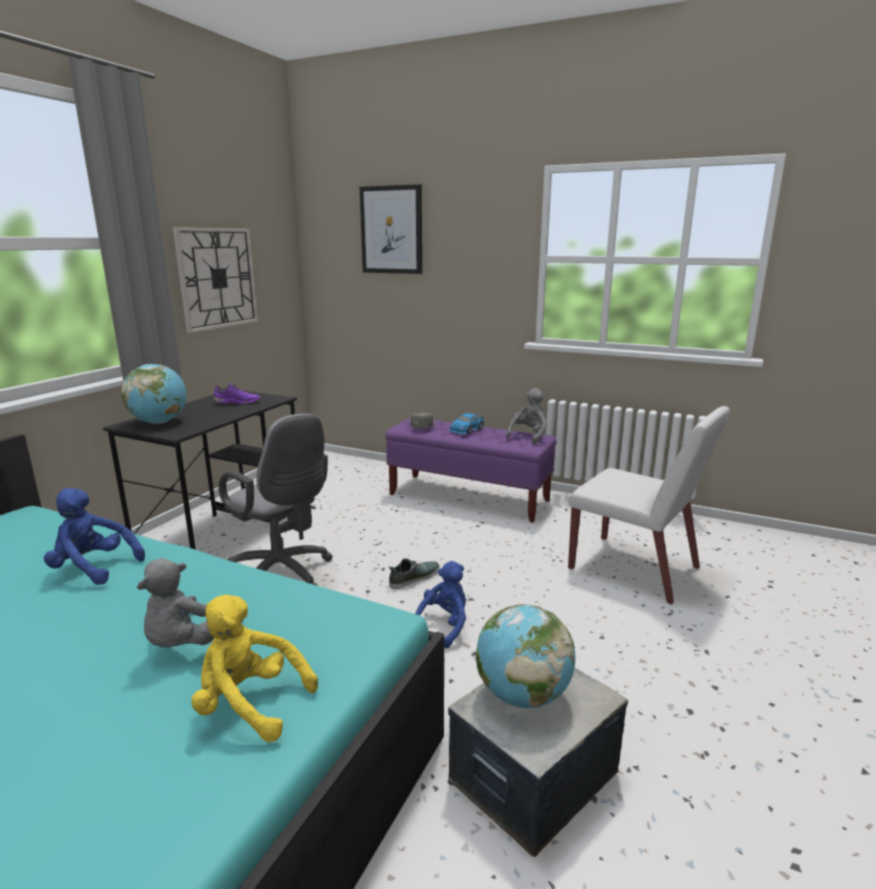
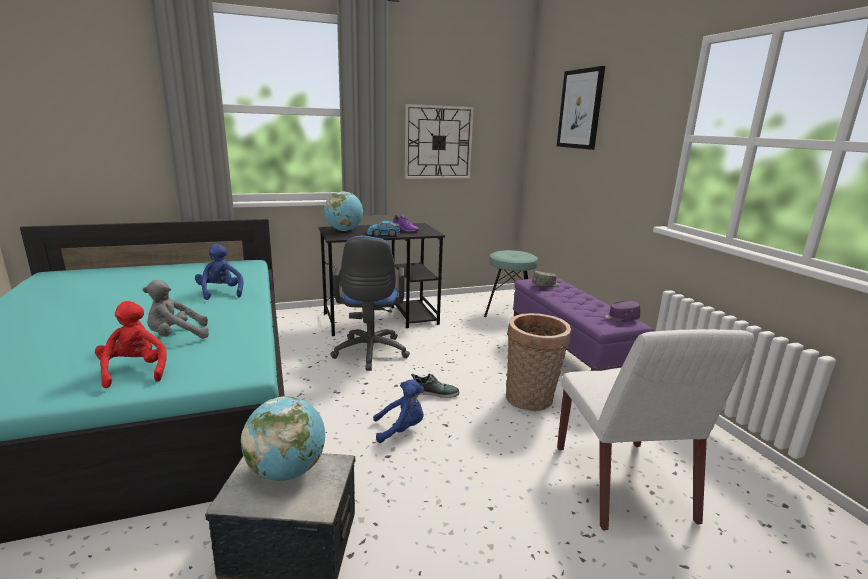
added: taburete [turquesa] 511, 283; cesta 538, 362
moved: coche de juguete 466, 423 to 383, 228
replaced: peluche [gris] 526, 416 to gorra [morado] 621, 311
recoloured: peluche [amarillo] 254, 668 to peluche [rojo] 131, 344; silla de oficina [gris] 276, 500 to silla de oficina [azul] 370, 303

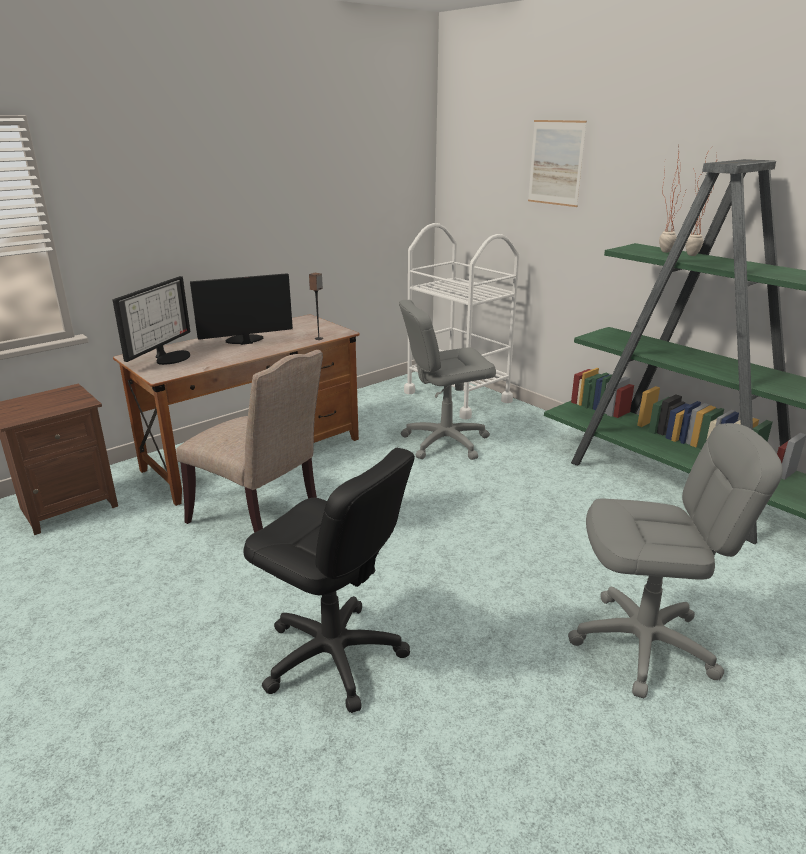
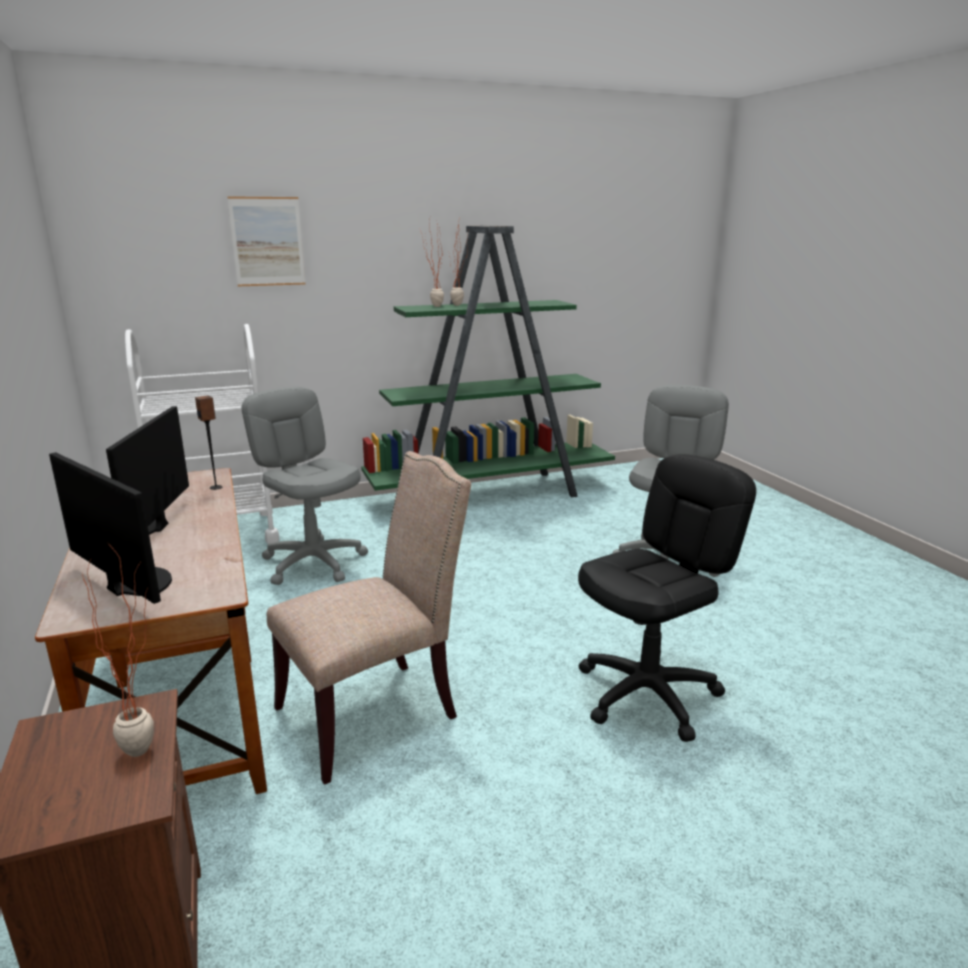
added: planta en maceta 118, 649
turned: silla de oficina [gris] 447, 380 = 305, 486 135 degrees clockwise

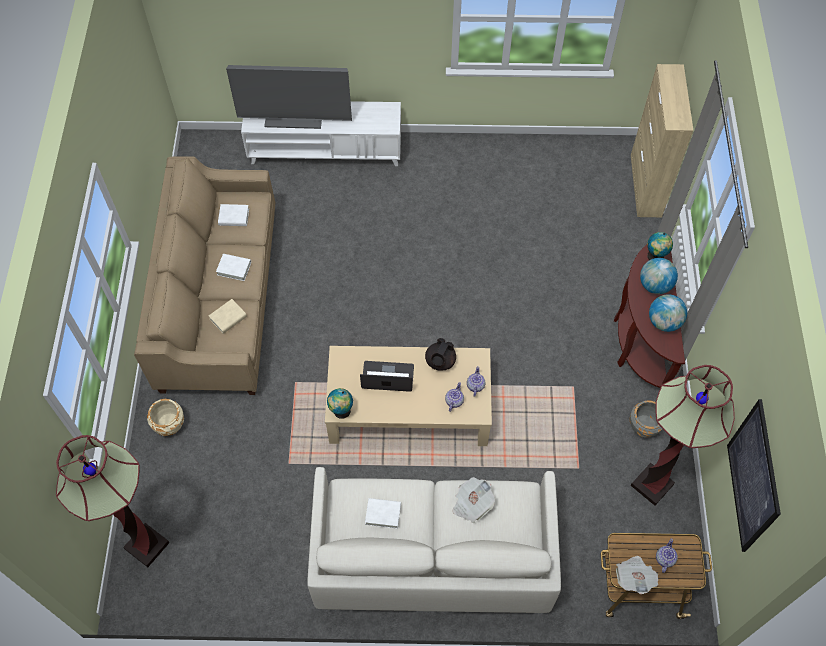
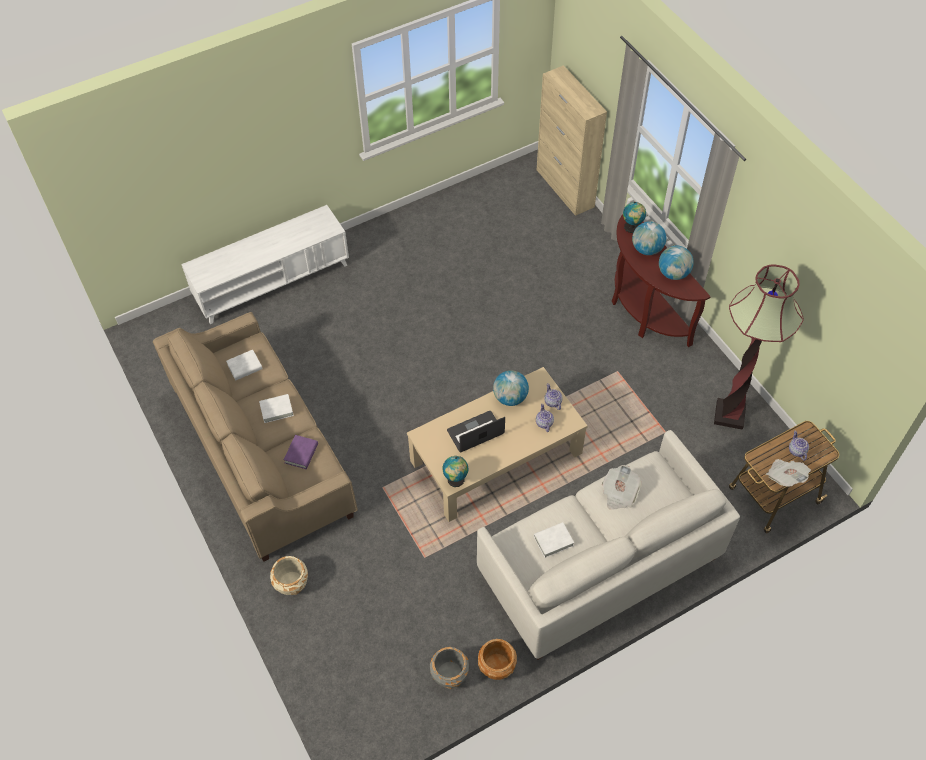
removed: lámpara de pie 113, 501; televisor 289, 97; cuadro 754, 475
added: maceta [marrón] 497, 659
moved: maceta [gris] 646, 419 to 449, 668
replaced: tetera [negro] 440, 354 to globo terráqueo 511, 388
recoloured: libro [beis] 228, 316 to libro [morado] 301, 452

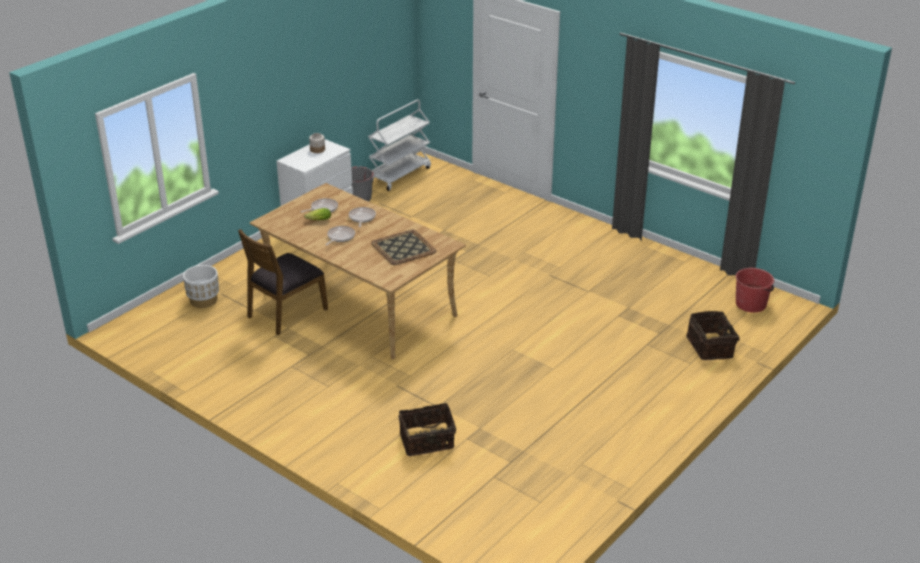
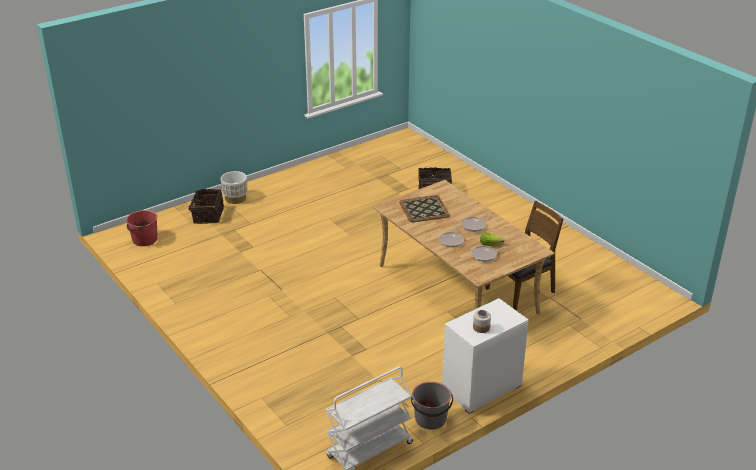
moved: maceta [blanco] 201, 286 to 234, 187

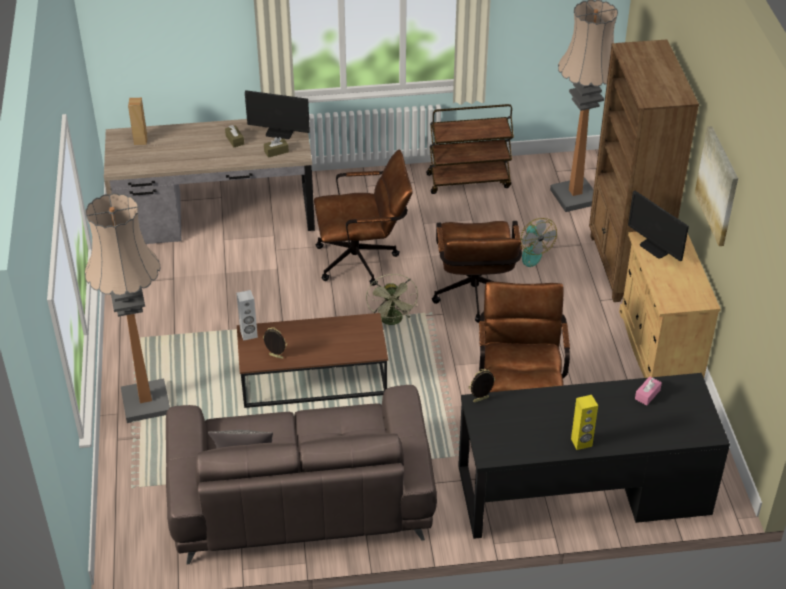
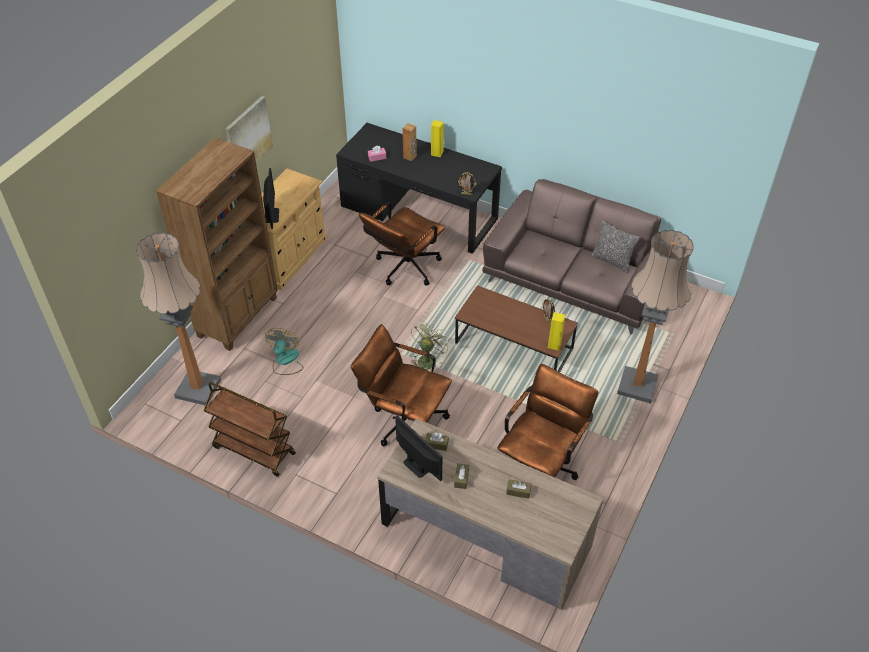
added: caja de pañuelos [marrón] 518, 489
moved: altavoz [marrón] 138, 121 to 409, 142; silla de oficina [marrón] 477, 272 to 548, 422
recoloured: altavoz [blanco] 247, 315 to altavoz [amarillo] 556, 331

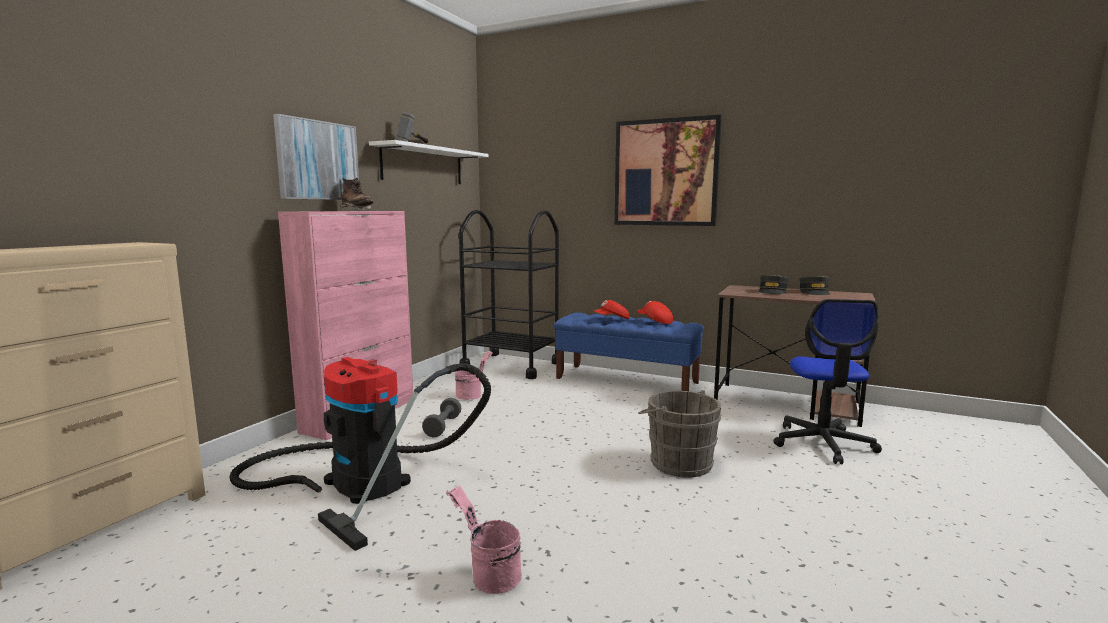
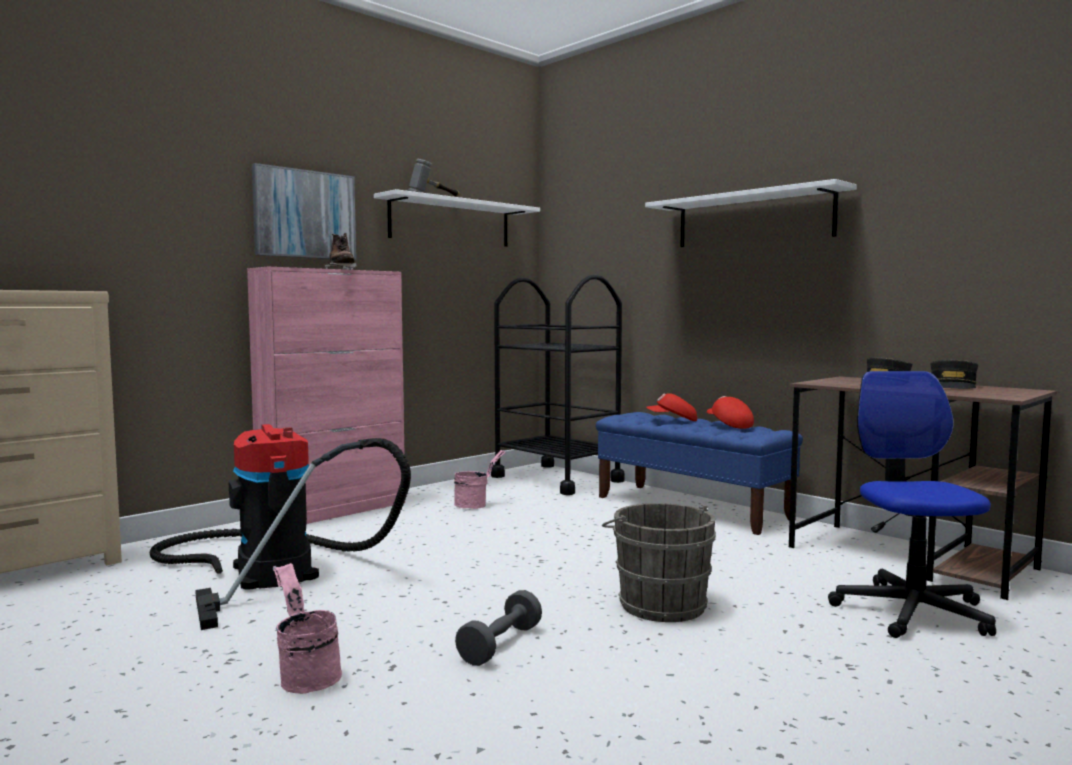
moved: mancuerna [gris] 441, 418 to 498, 628
replaced: cuadro 668, 170 to estante [blanco] 751, 213
turned: silla de oficina 827, 381 = 912, 504 150 degrees clockwise

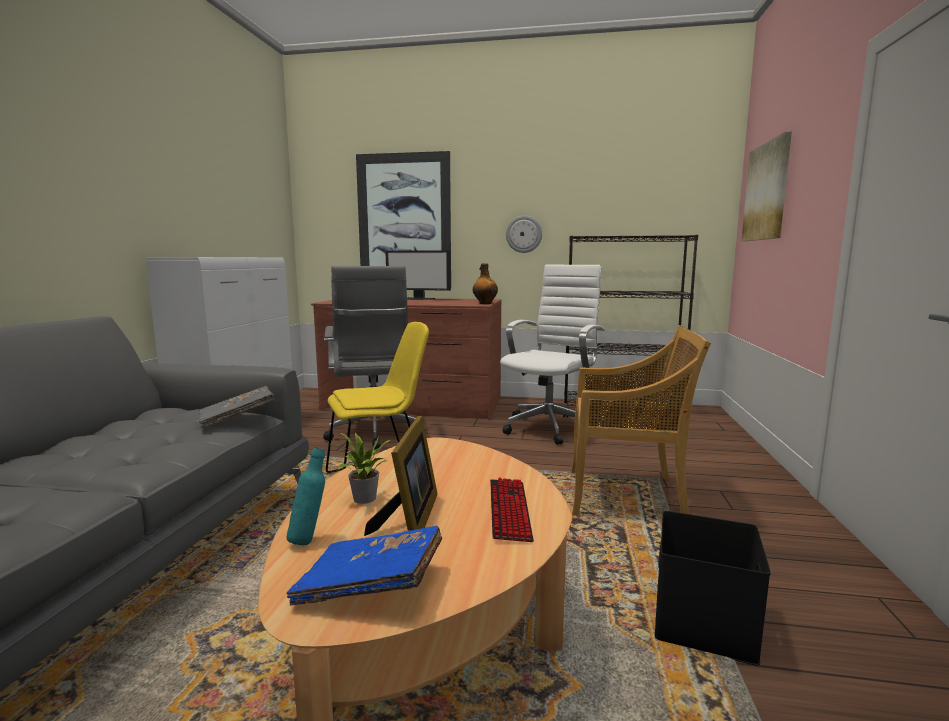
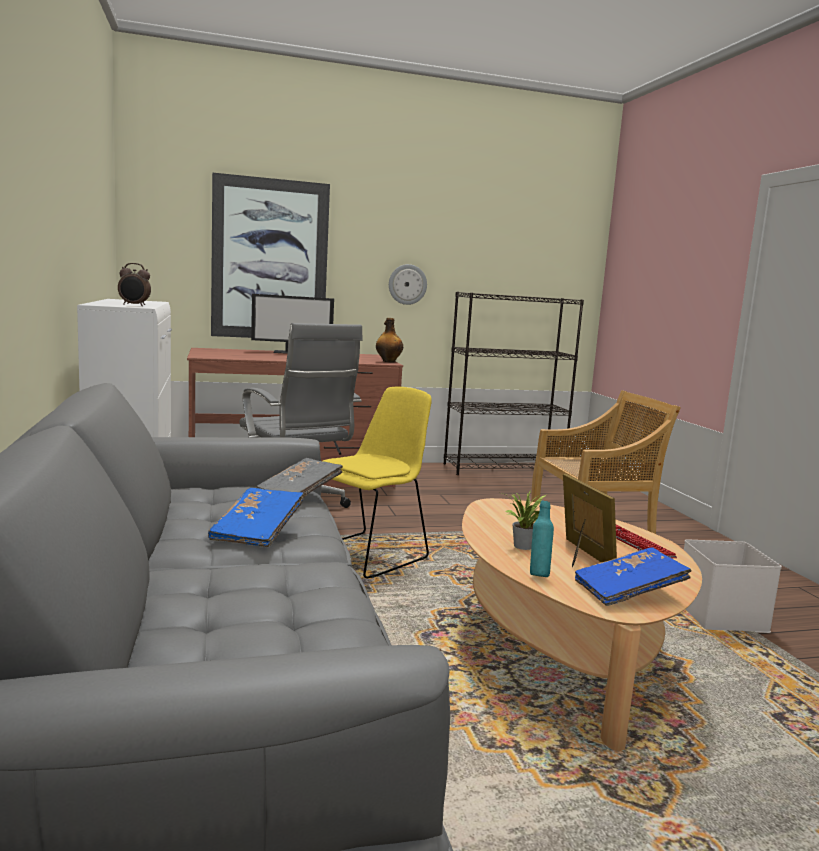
removed: silla de oficina [blanco] 552, 355; cuadro 766, 186
added: despertador 134, 284; libro [azul] 256, 517
recoloured: caja de almacenaje [negro] 713, 588 to caja de almacenaje [blanco] 733, 586

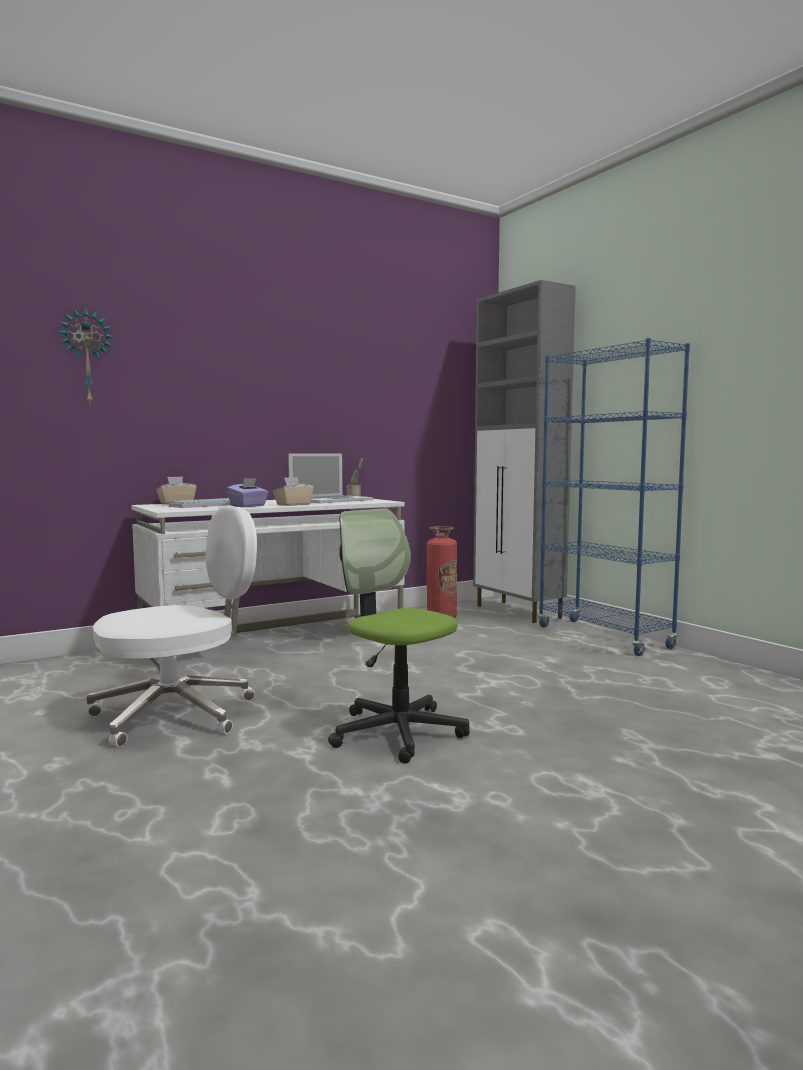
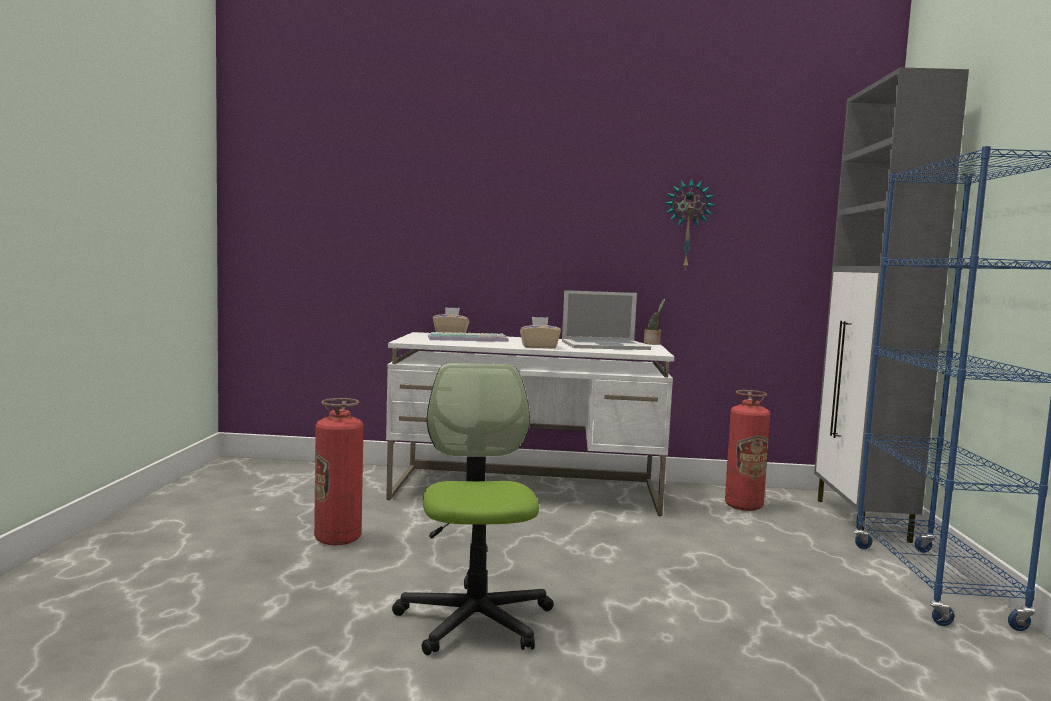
removed: caja de pañuelos [morado] 248, 492
moved: reloj de pared 85, 355 to 689, 224
replaced: silla de oficina [blanco] 171, 626 to extintor 339, 471

